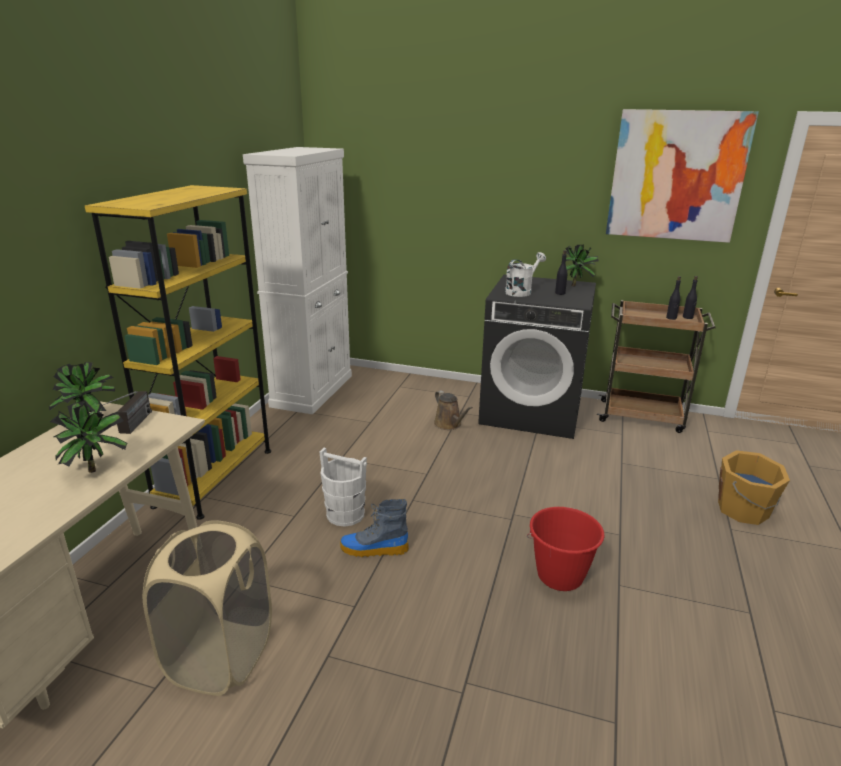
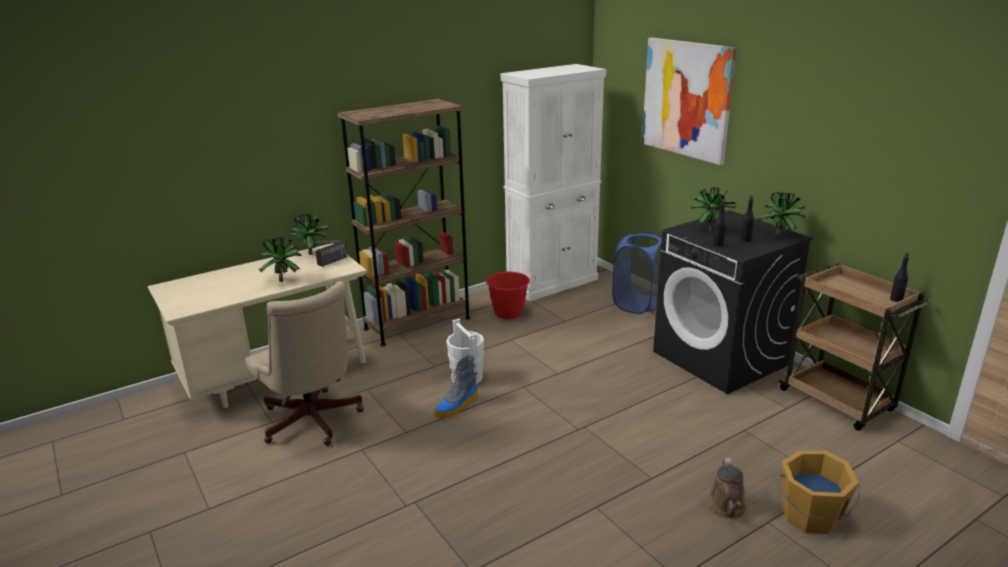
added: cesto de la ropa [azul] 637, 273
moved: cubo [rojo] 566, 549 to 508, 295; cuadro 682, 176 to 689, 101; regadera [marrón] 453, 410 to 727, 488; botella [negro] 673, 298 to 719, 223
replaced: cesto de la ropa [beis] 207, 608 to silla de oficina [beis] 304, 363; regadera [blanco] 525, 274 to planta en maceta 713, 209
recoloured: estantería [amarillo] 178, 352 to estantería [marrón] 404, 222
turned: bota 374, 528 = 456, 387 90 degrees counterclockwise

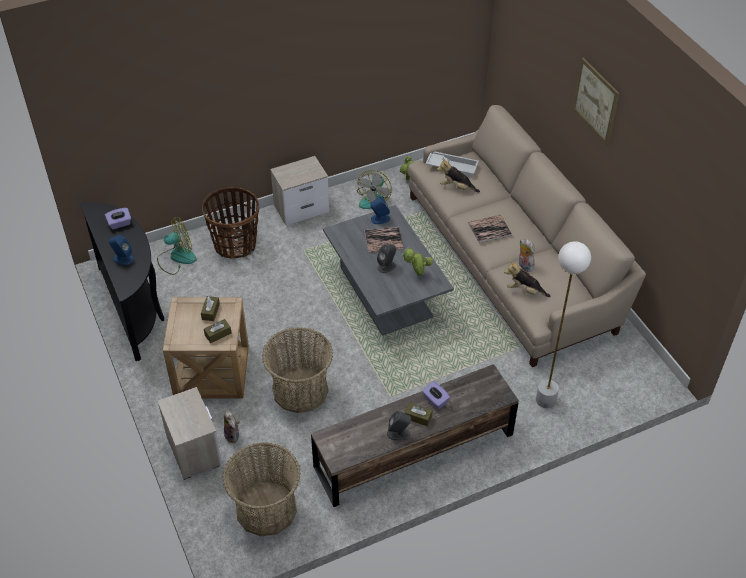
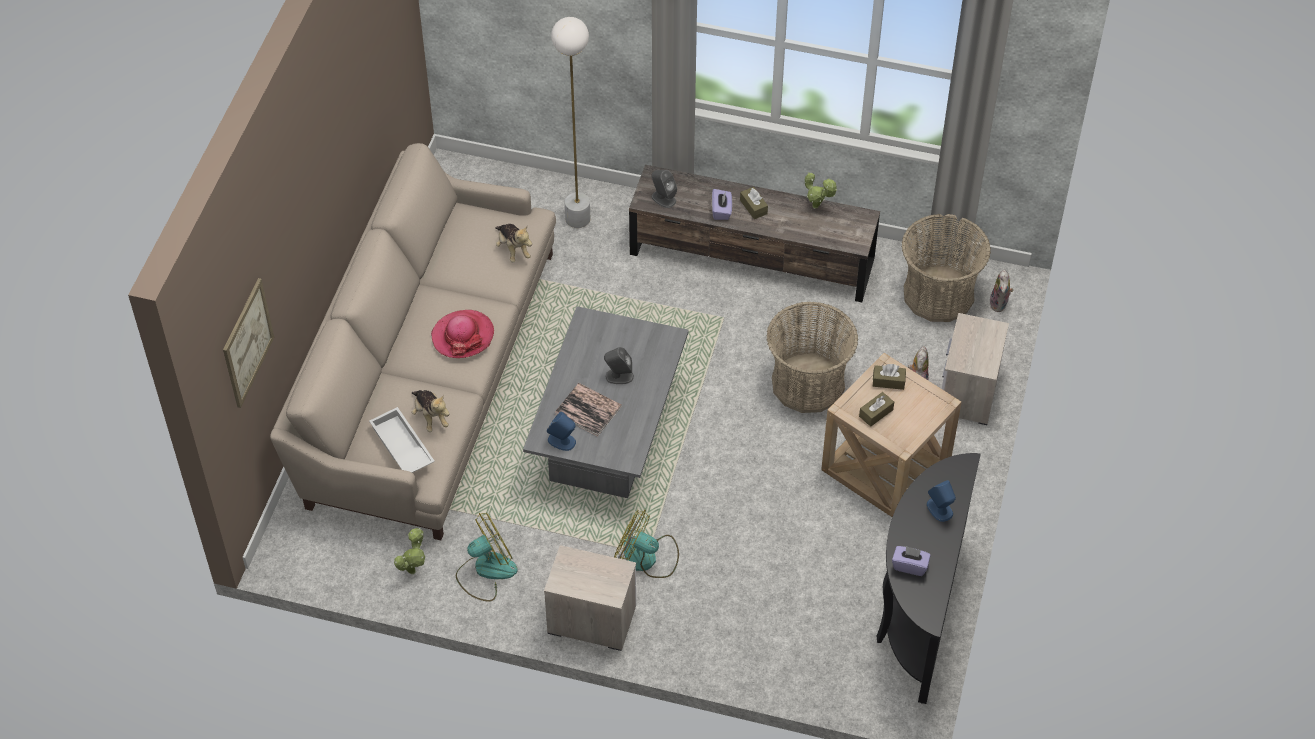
removed: cesta 230, 223
moved: cuadro 596, 101 to 248, 343; ventilador 177, 246 to 646, 544; altavoz [gris] 399, 426 to 664, 189; planta en maceta 418, 262 to 821, 190; peluche 526, 255 to 1001, 290
replaced: libro 490, 229 to sombrero 462, 334

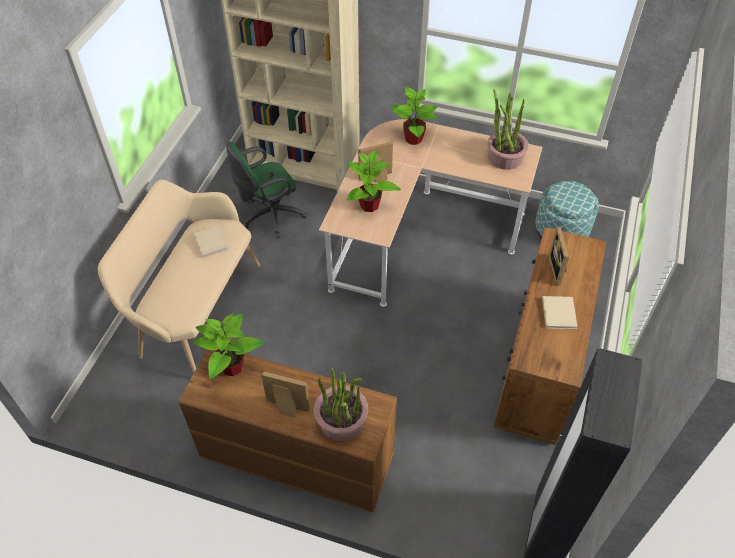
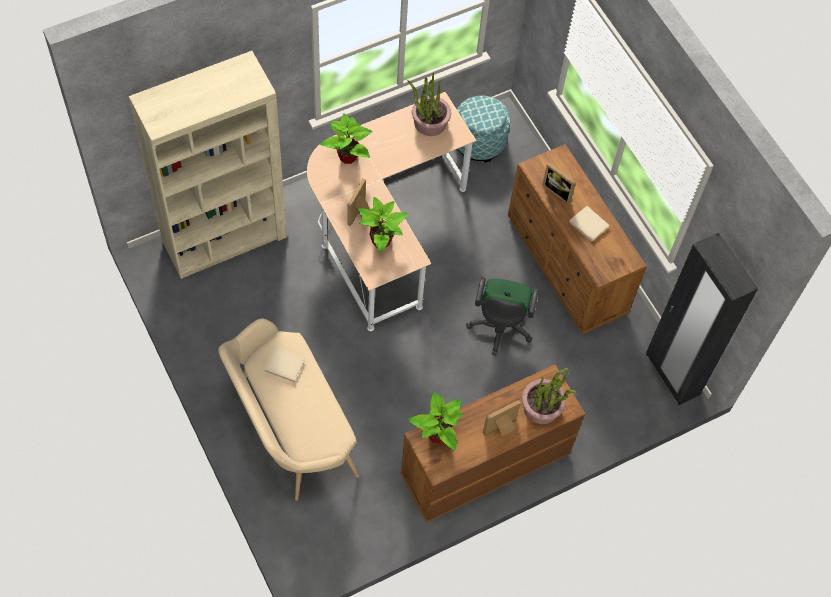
moved: silla de oficina [verde] 266, 190 to 502, 316

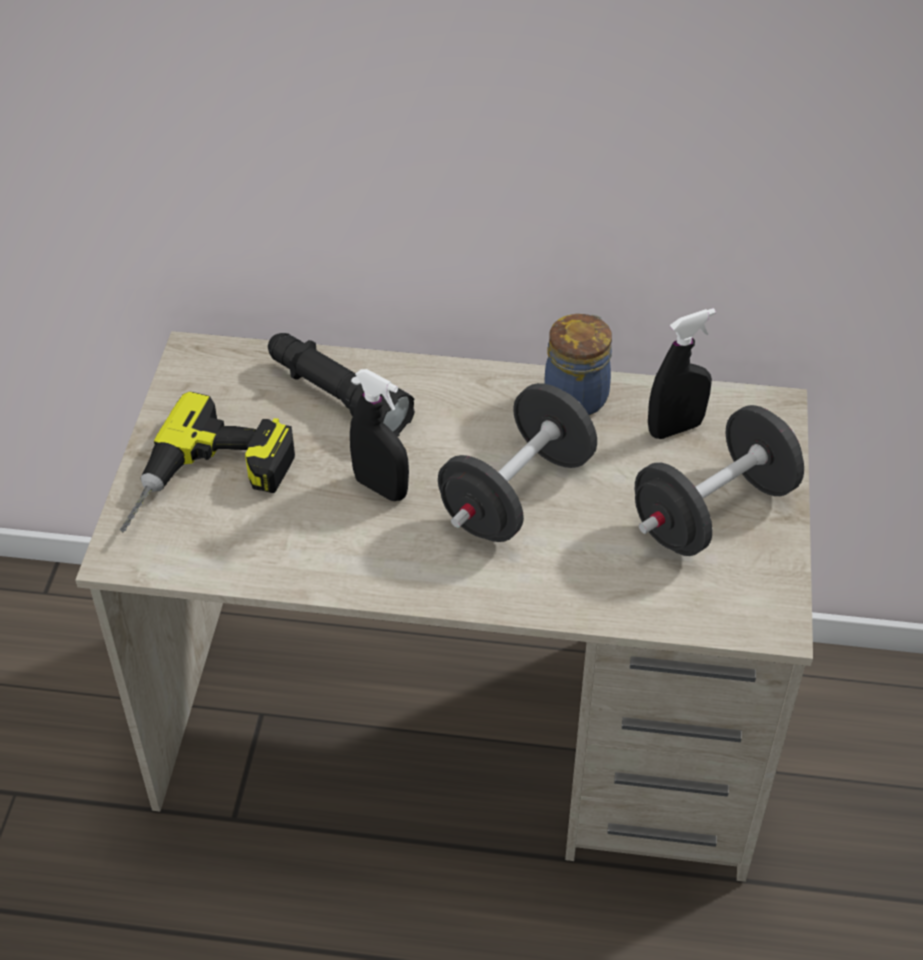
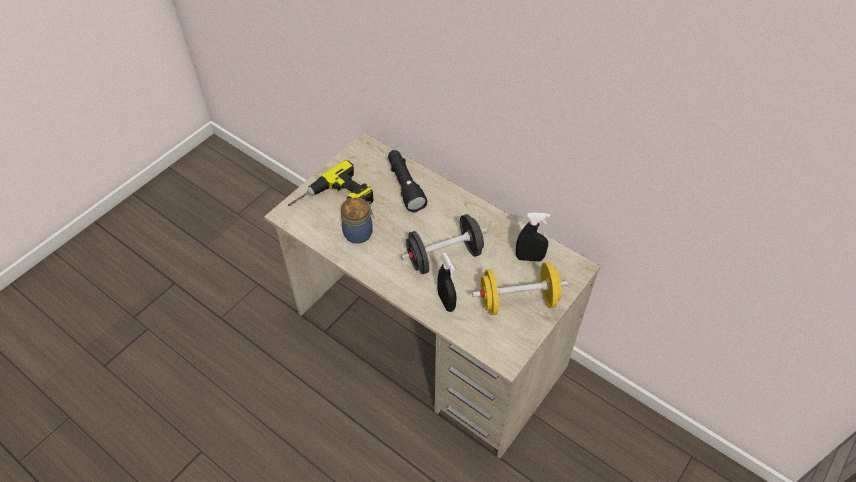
moved: tarro 578, 364 to 357, 220; pulverizador [negro] 379, 435 to 447, 282
recoloured: mancuerna [negro] 719, 480 to mancuerna [amarillo] 520, 288

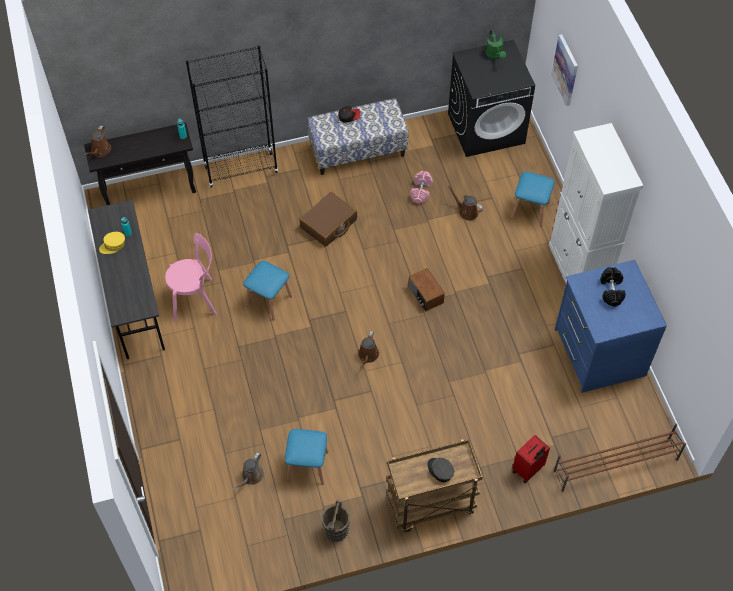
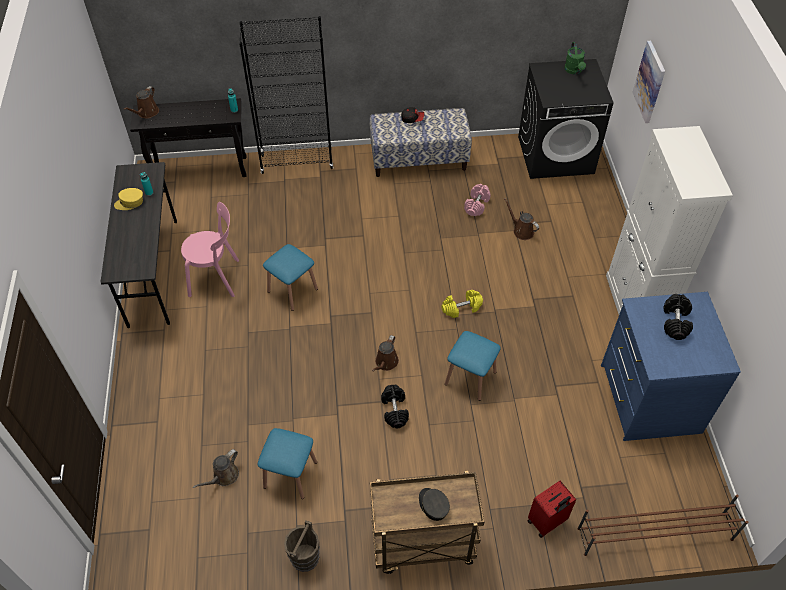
removed: maleta [marrón] 328, 219
added: mancuerna [negro] 395, 406
moved: taburete [azul] 532, 199 to 472, 366
replaced: radio 426, 289 to mancuerna [amarillo] 462, 304

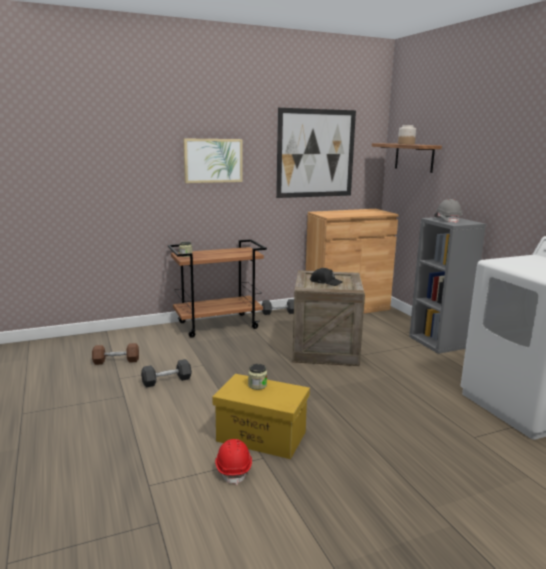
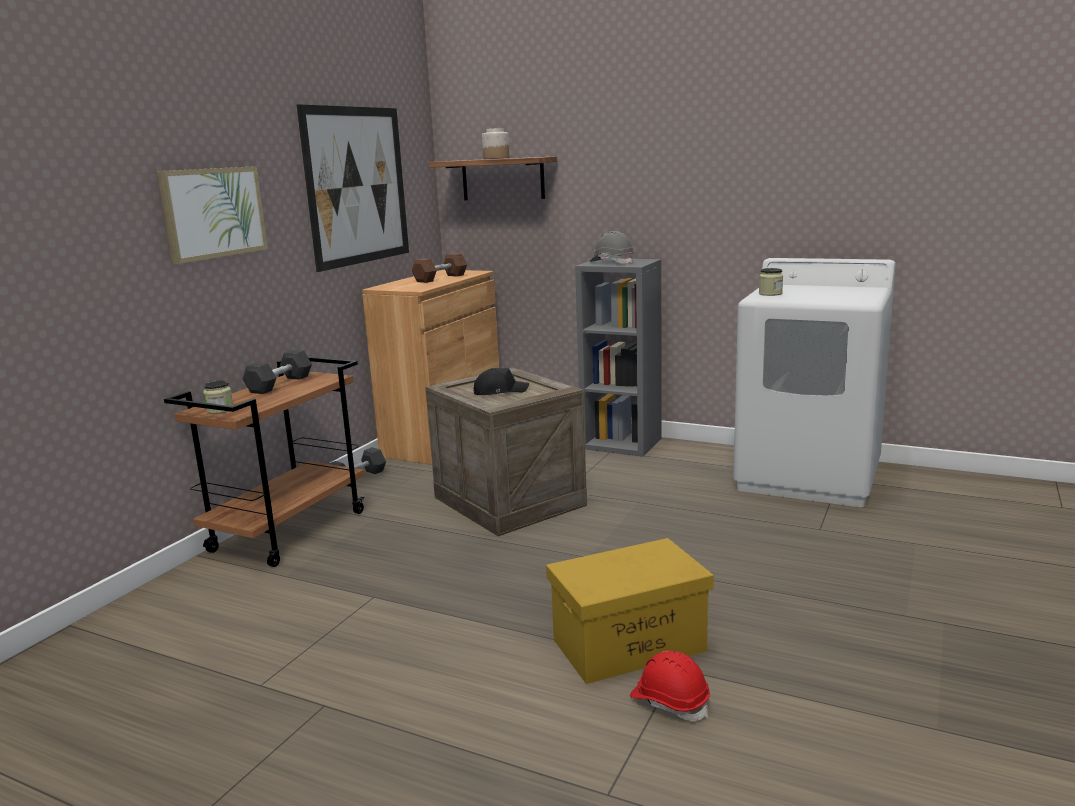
moved: mancuerna [gris] 166, 373 to 277, 372; mancuerna [marrón] 115, 354 to 439, 268; tarro 257, 377 to 771, 282

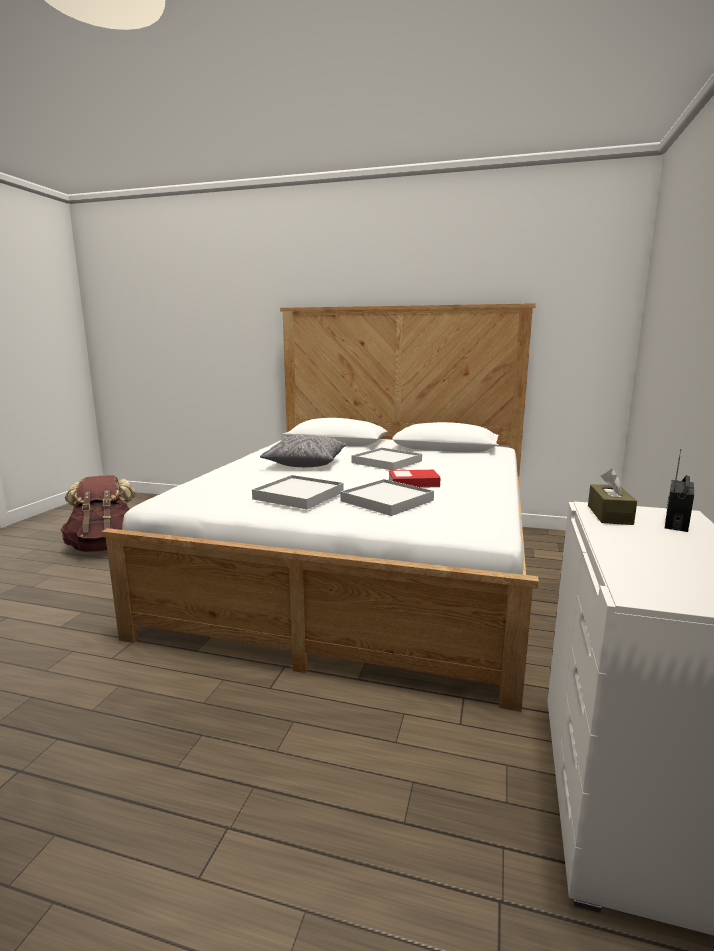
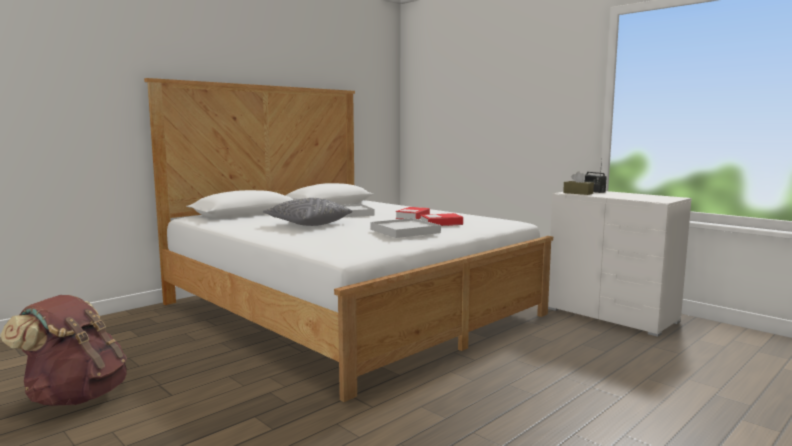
replaced: bandeja [blanco] 387, 497 to libro 441, 219

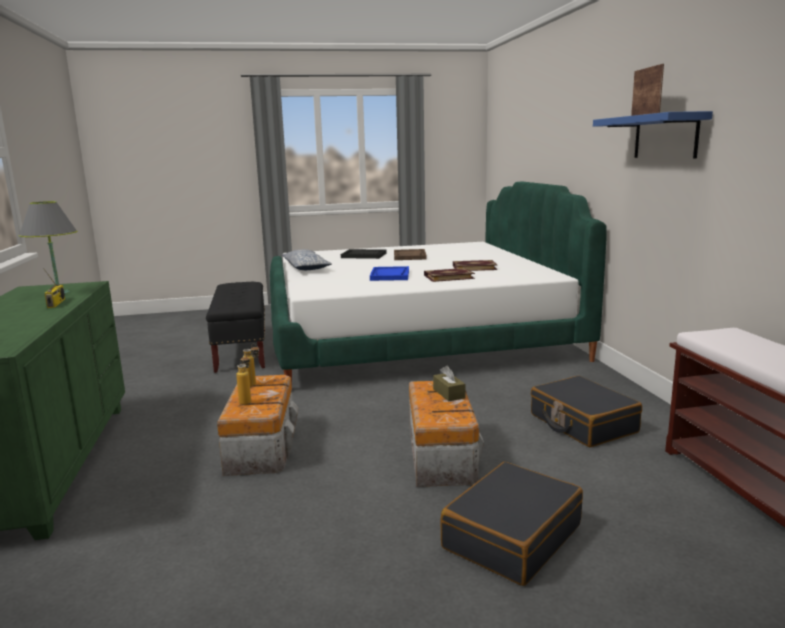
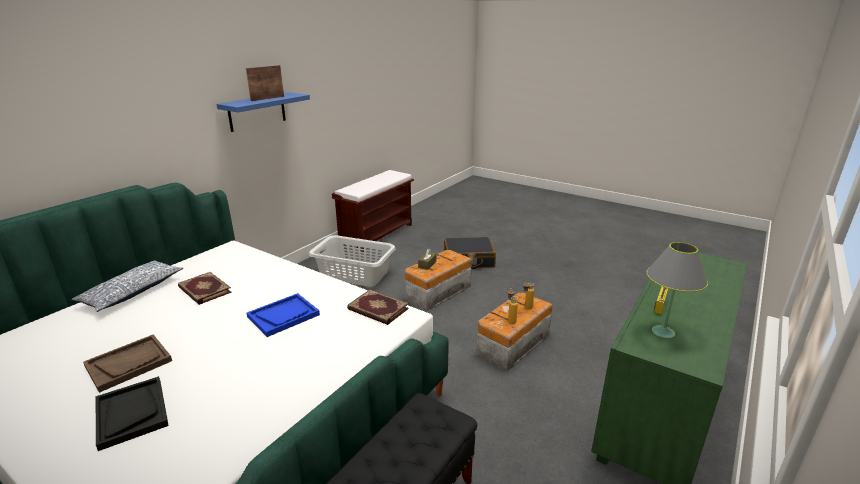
moved: cojín 307, 259 to 127, 286; libro 449, 275 to 378, 307
replaced: maleta [negro] 586, 411 to cesto de la ropa [gris] 352, 261

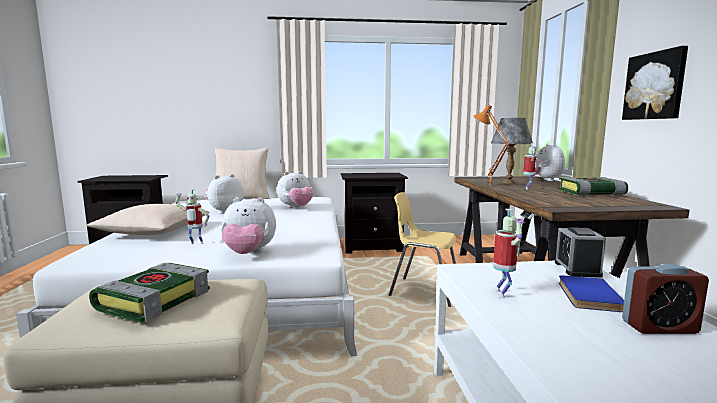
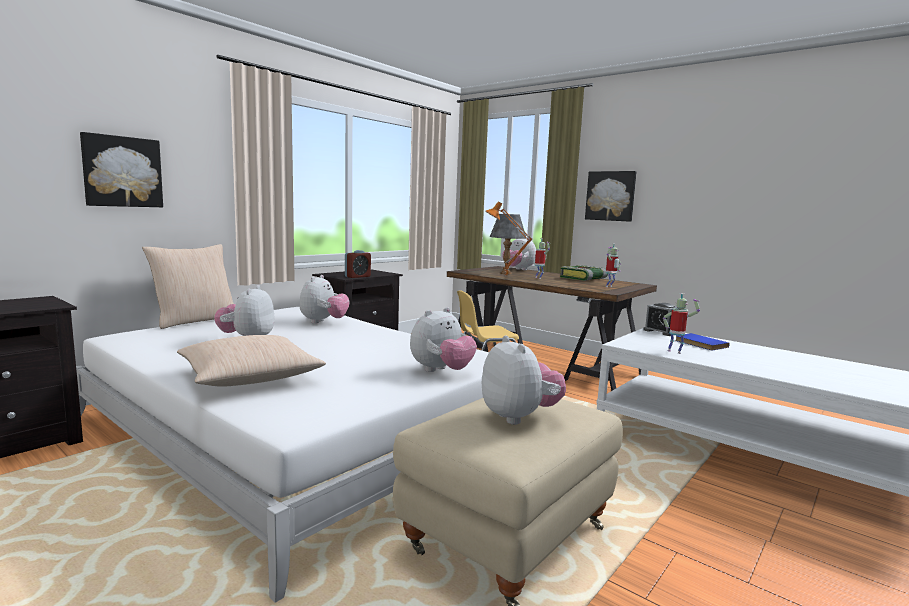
added: cuadro 121, 169
moved: despertador 665, 299 to 358, 264; robot de juguete 192, 216 to 613, 265
replaced: libro 149, 293 to peluche 524, 380

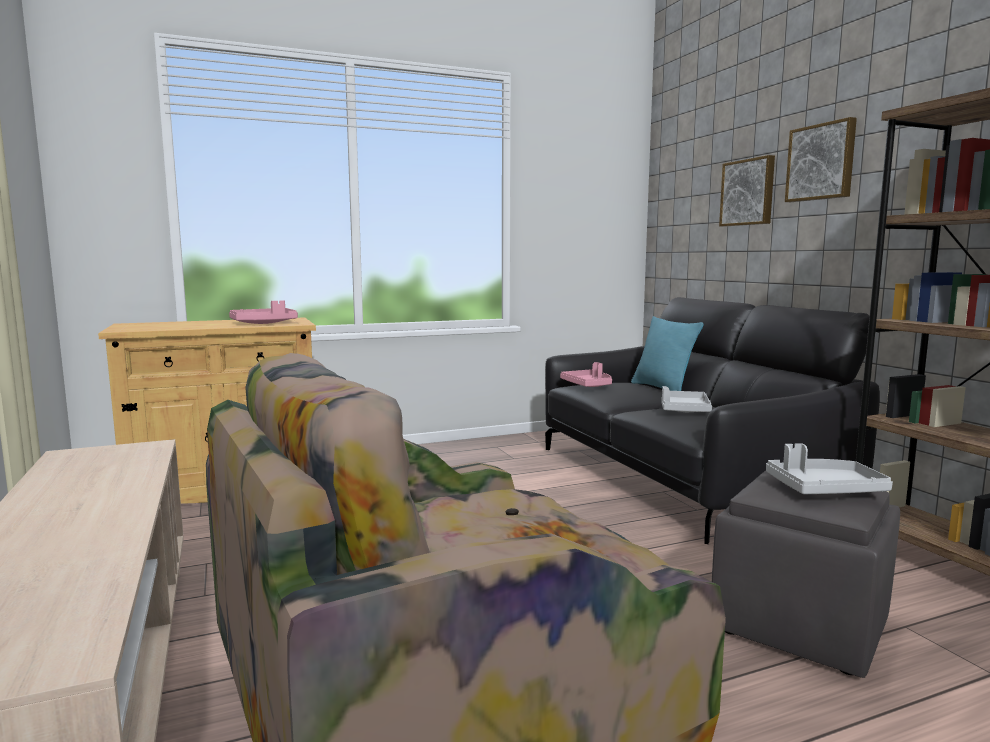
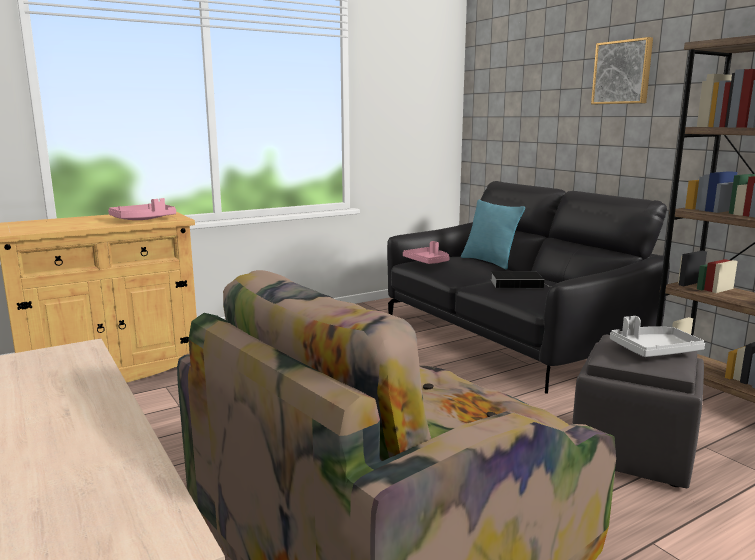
removed: cuadro 747, 191
replaced: bandeja [gris] 687, 399 to libro 521, 279

